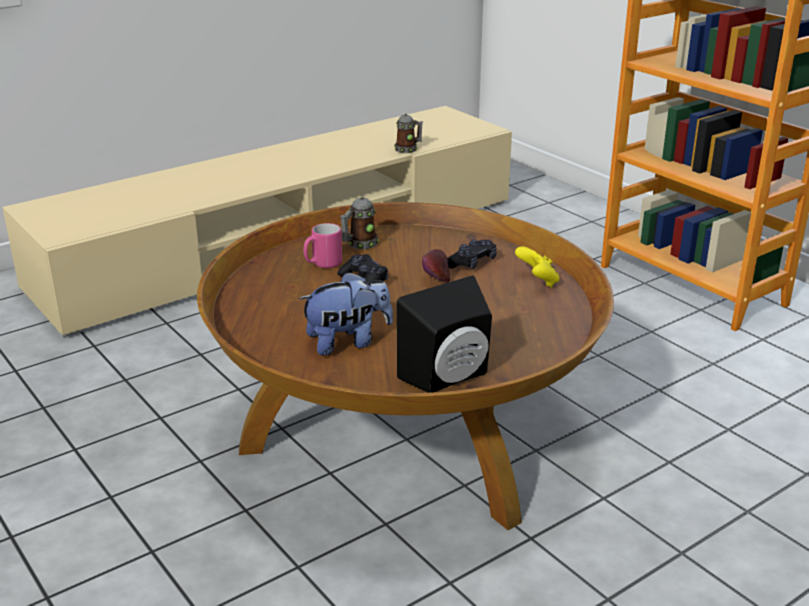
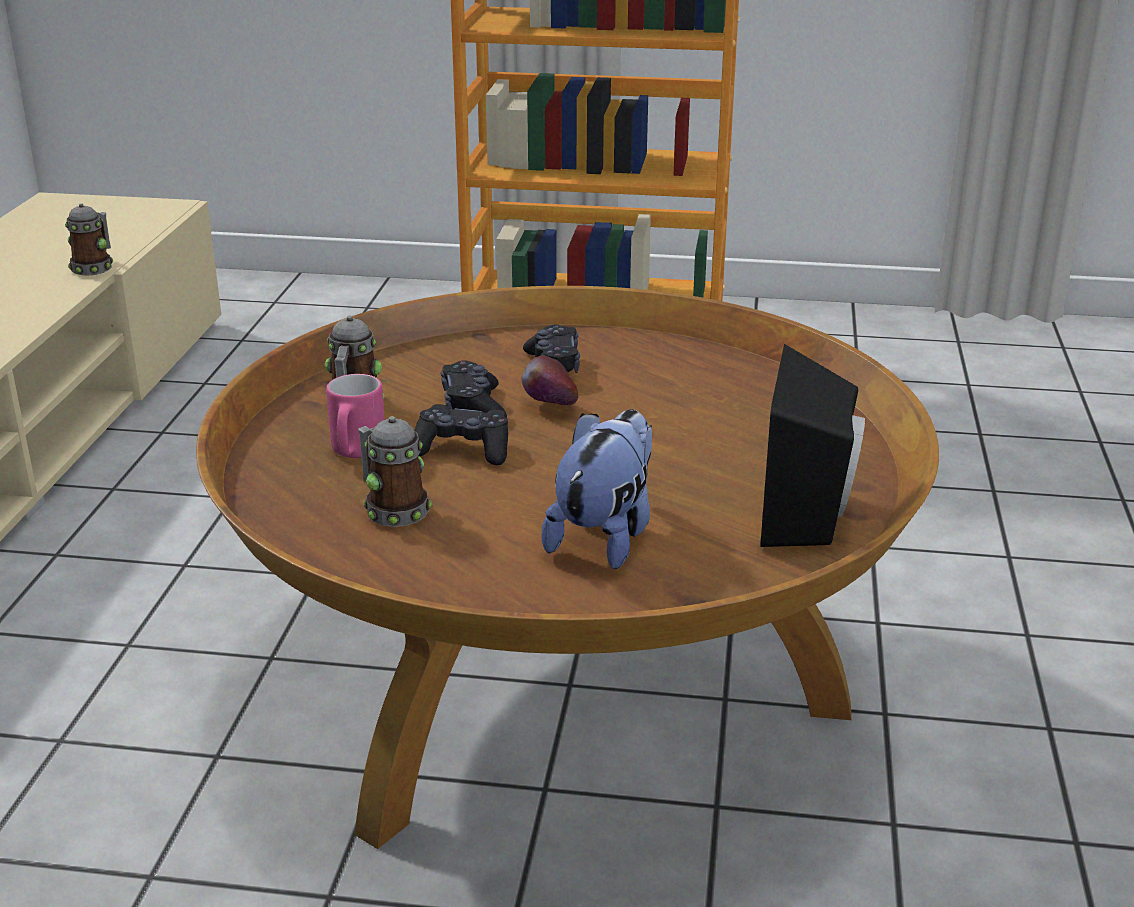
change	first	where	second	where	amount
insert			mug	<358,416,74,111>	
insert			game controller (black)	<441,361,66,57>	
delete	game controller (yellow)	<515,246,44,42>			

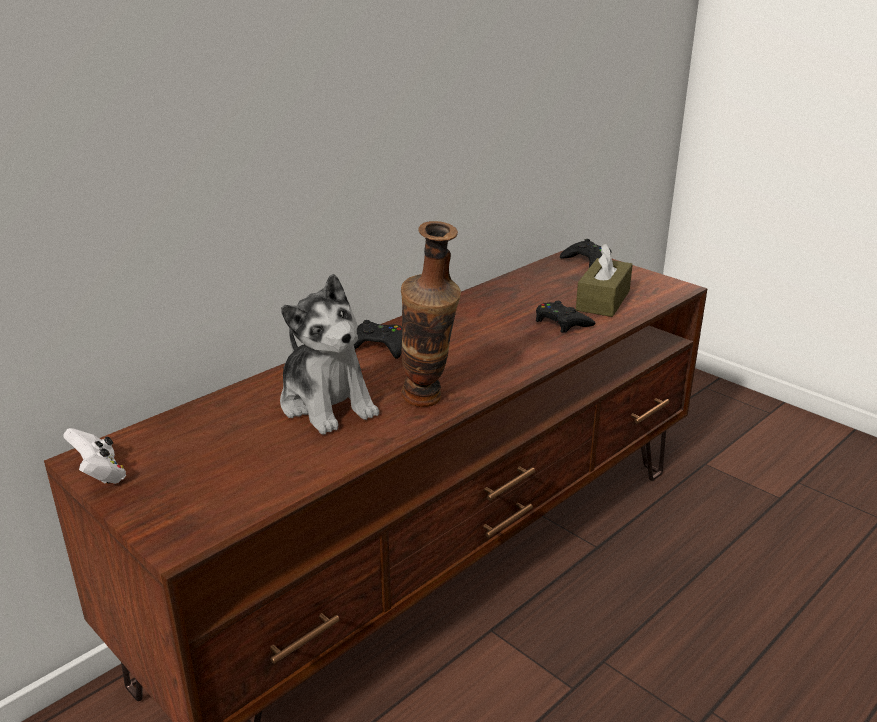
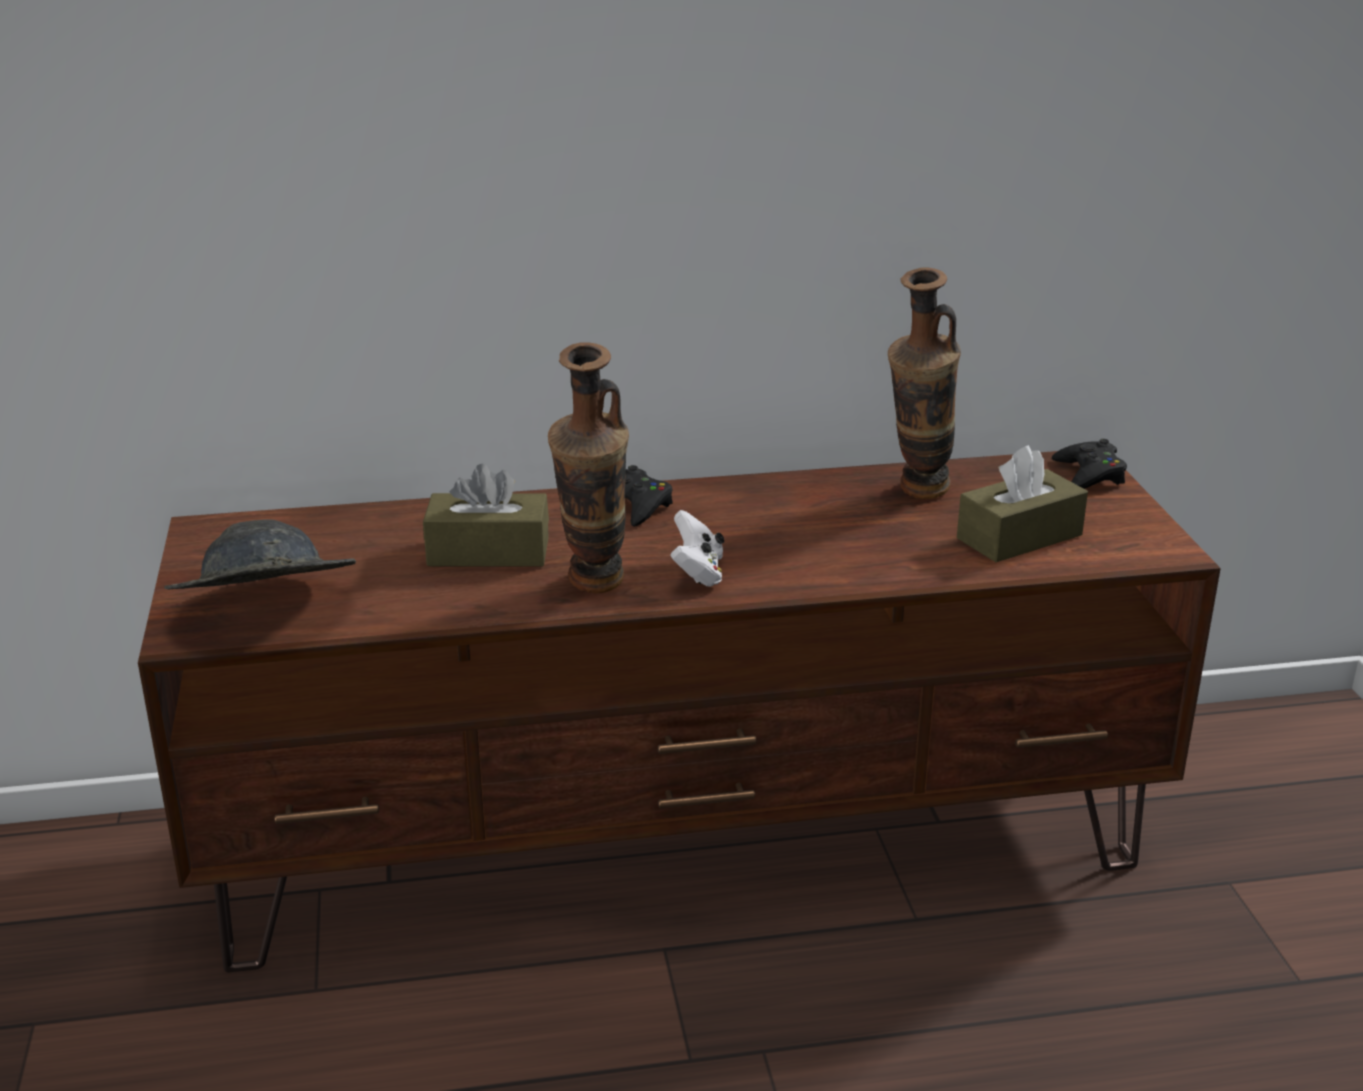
change	first	where	second	where	amount
insert			hat (grey)	<164,519,192,71>	
replace	plush toy	<280,274,99,161>	tissue box (brown)	<423,463,126,104>	
move	game controller (white)	<63,428,63,56>		<670,510,54,76>	
insert			vase	<888,268,73,231>	
delete	game controller (black)	<536,301,59,32>			

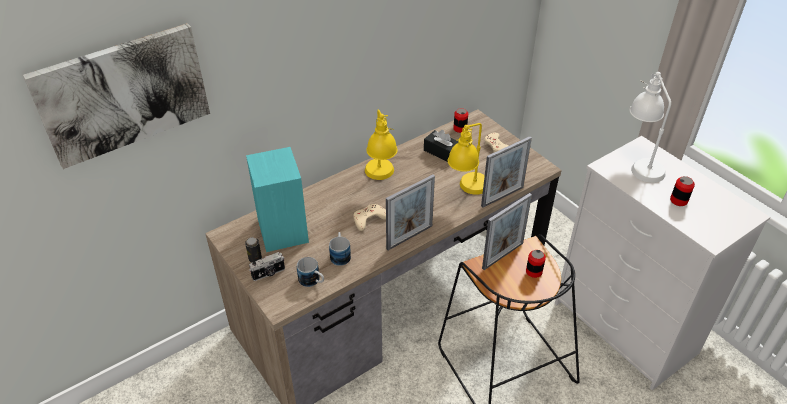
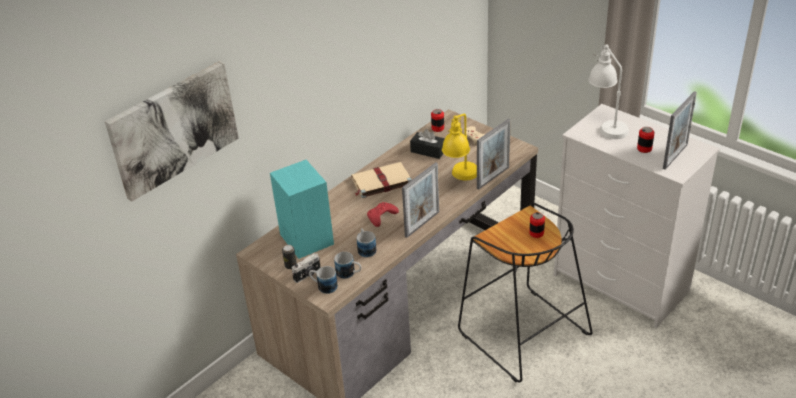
change	first	where	second	where	amount
insert			mug	<309,266,29,28>	
replace	table lamp (yellow)	<365,109,33,71>	book (beige)	<351,162,61,36>	
recolor	game controller (beige)	<354,204,32,27>	game controller (red)	<367,202,32,25>	
move	picture frame	<482,193,50,77>		<663,91,34,79>	

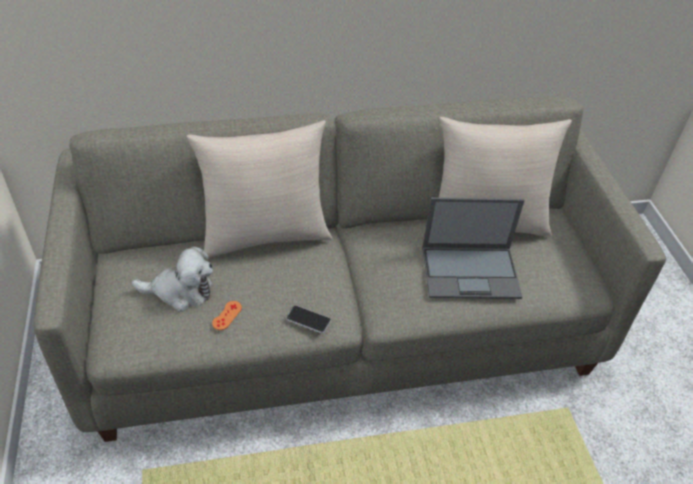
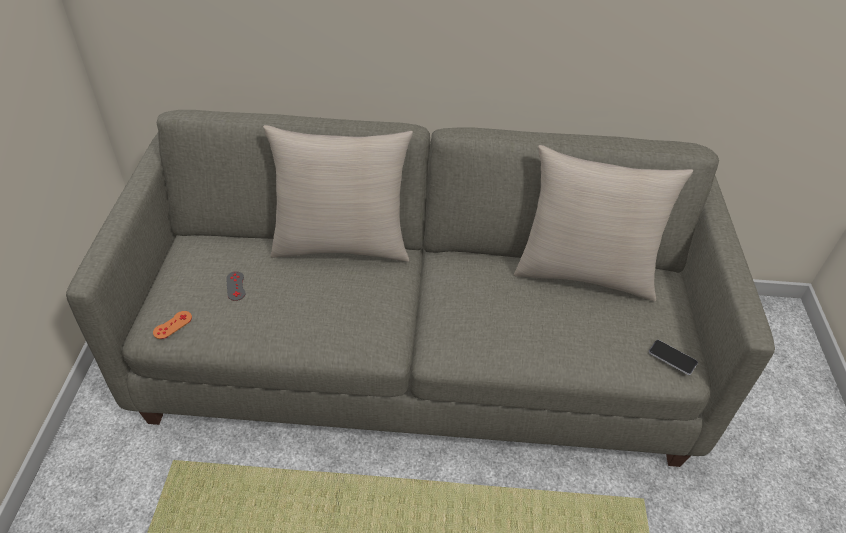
change	first	where	second	where	amount
move	game controller (orange)	<212,301,30,29>		<153,311,39,28>	
replace	plush toy	<132,246,81,66>	game controller (grey)	<226,271,20,30>	
move	phone	<286,305,45,28>		<648,340,50,35>	
delete	laptop	<422,197,103,102>			

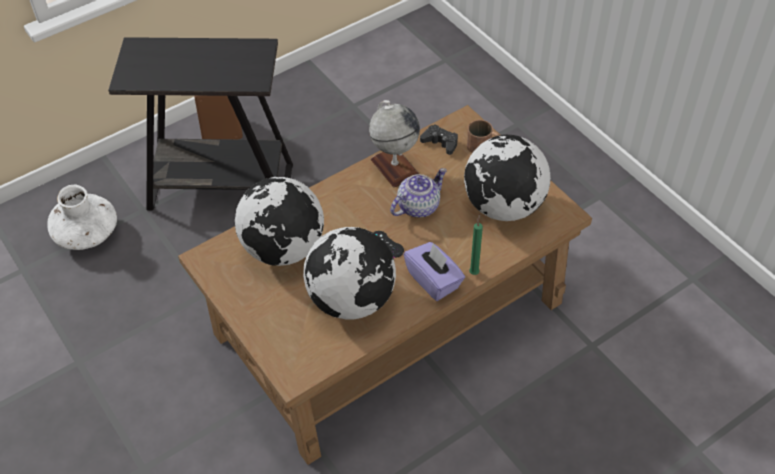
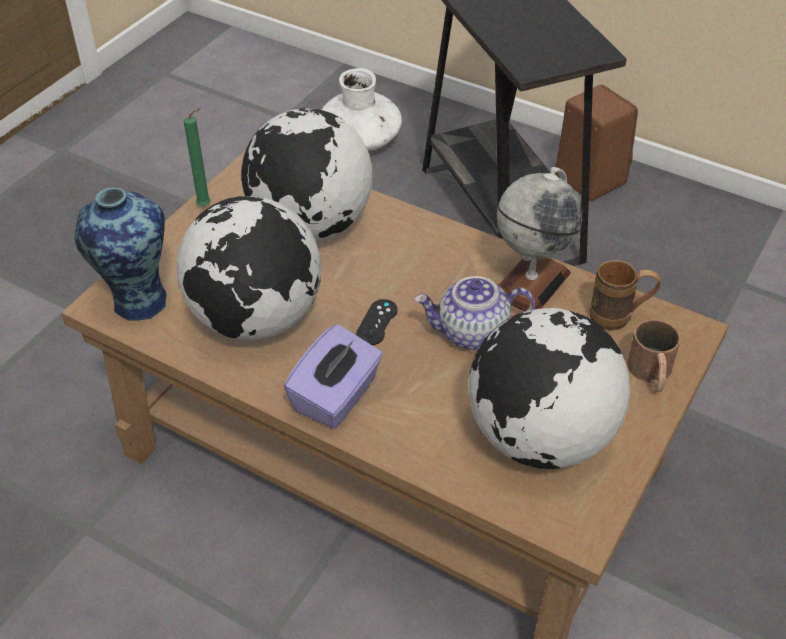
change	first	where	second	where	amount
insert			vase	<74,187,95,134>	
move	candle (green)	<469,214,14,61>		<184,107,27,99>	
rotate	teapot	<390,168,57,50>		<415,276,120,74>	150 degrees clockwise
replace	game controller (black)	<420,124,38,31>	mug (brown)	<590,260,71,70>	

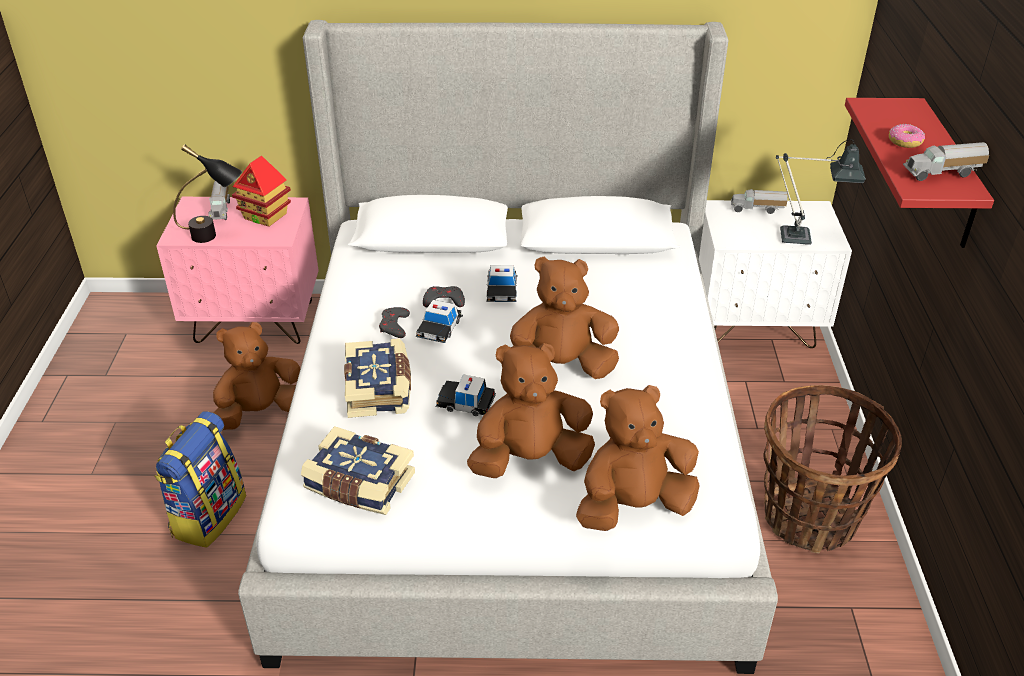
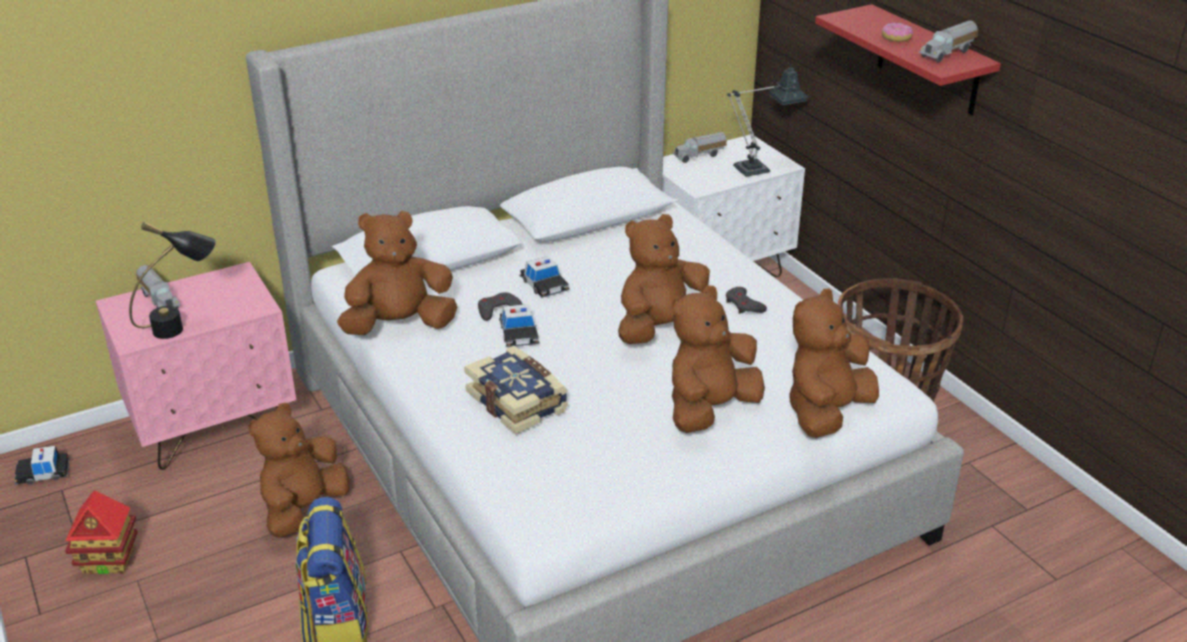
change	first	where	second	where	amount
move	toy car	<436,374,60,42>		<15,446,55,39>	
move	toy house	<232,156,59,71>		<65,490,73,84>	
insert			plush toy (brown)	<337,211,120,124>	
move	game controller (grey)	<379,307,31,31>		<726,287,41,27>	
delete	book	<301,426,114,89>			

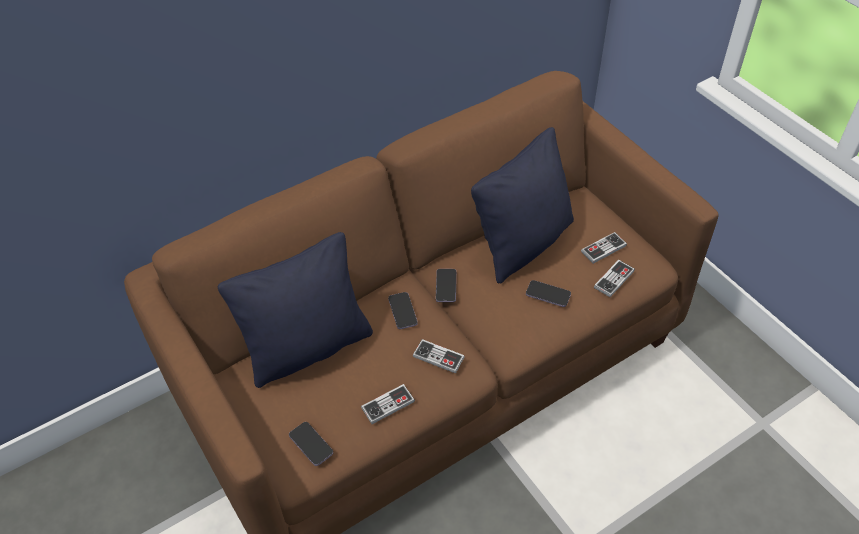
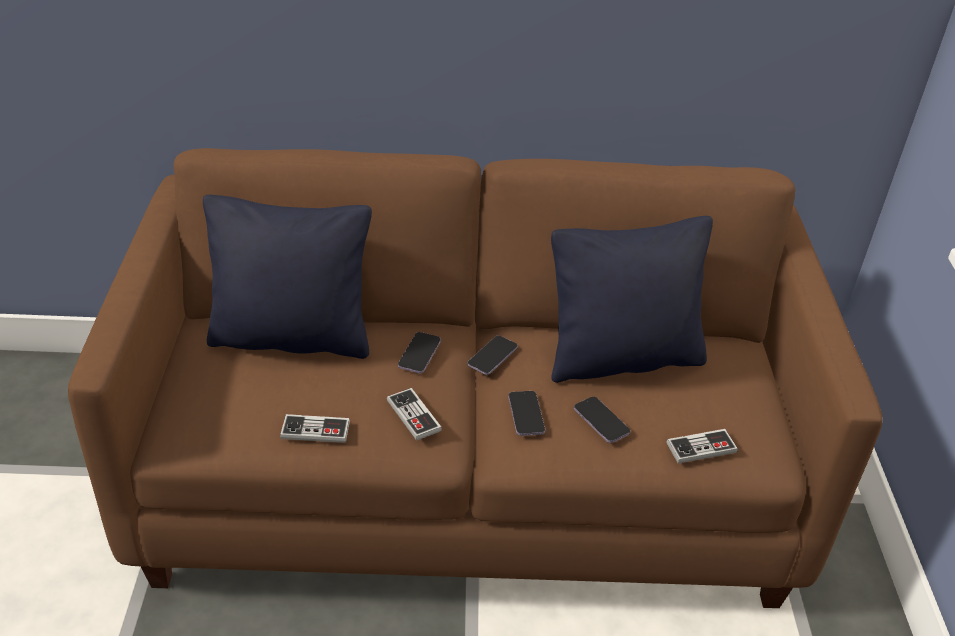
change	first	where	second	where	amount
move	phone	<289,422,44,44>		<508,391,37,45>	
delete	game controller	<581,232,46,32>			

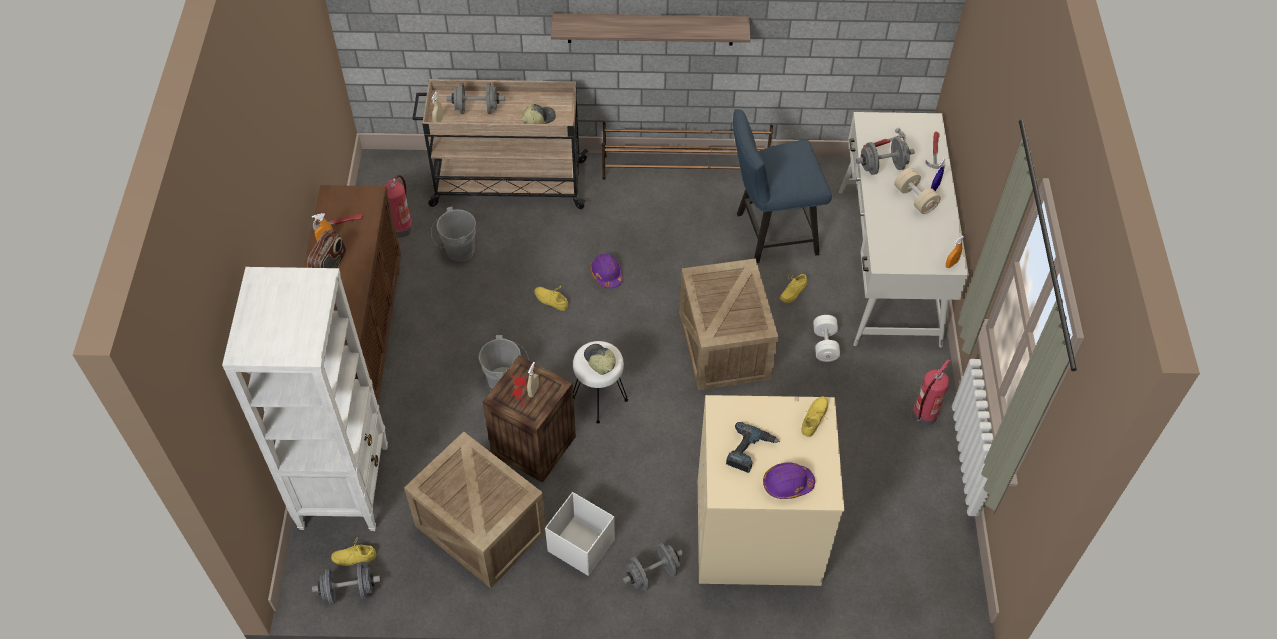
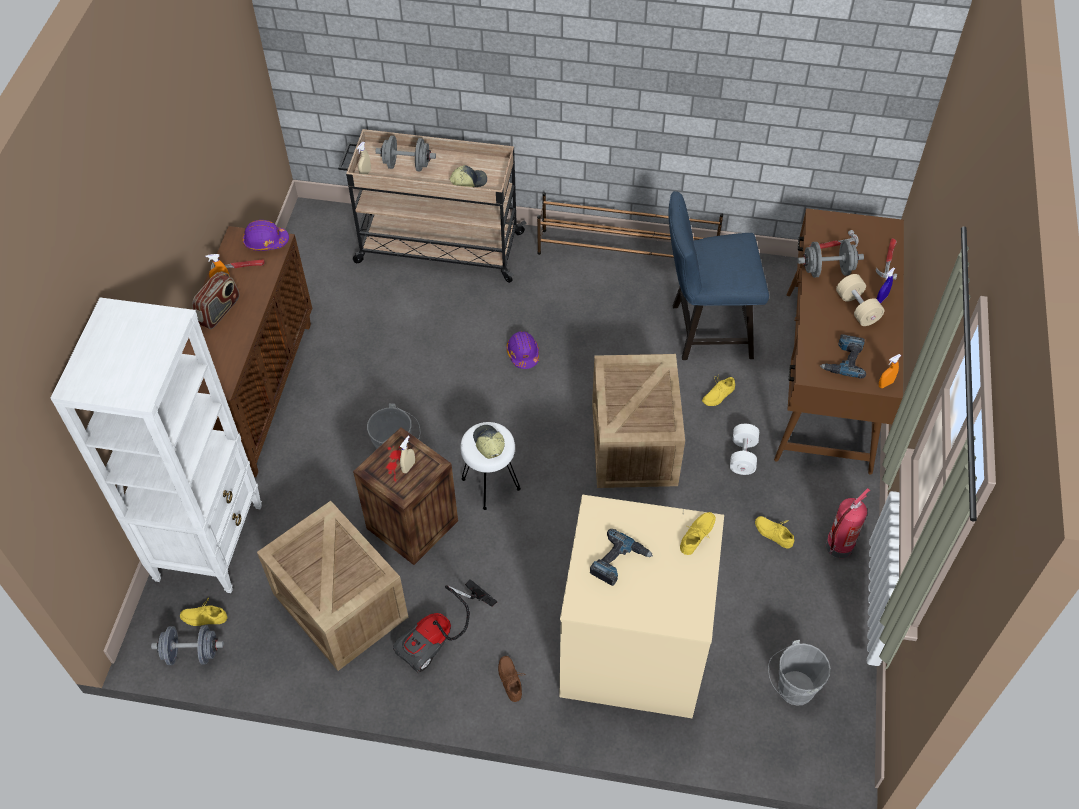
change	first	where	second	where	amount
move	hard hat (purple)	<763,462,52,37>		<242,220,47,31>	
replace	storage box (white)	<545,492,70,84>	vacuum cleaner	<393,579,104,94>	
replace	dumbbell (grey)	<623,543,61,48>	shoe (brown)	<498,656,27,46>	
move	shoe (yellow)	<534,286,34,25>		<755,516,39,32>	
move	bucket (grey)	<431,207,45,55>		<768,640,63,65>	
recolor	desk (white)	<839,112,130,236>	desk (brown)	<774,208,130,267>	
insert			power drill	<820,334,46,45>	
delete	fire extinguisher	<384,175,29,62>			
delete	shelf	<551,13,199,33>			

